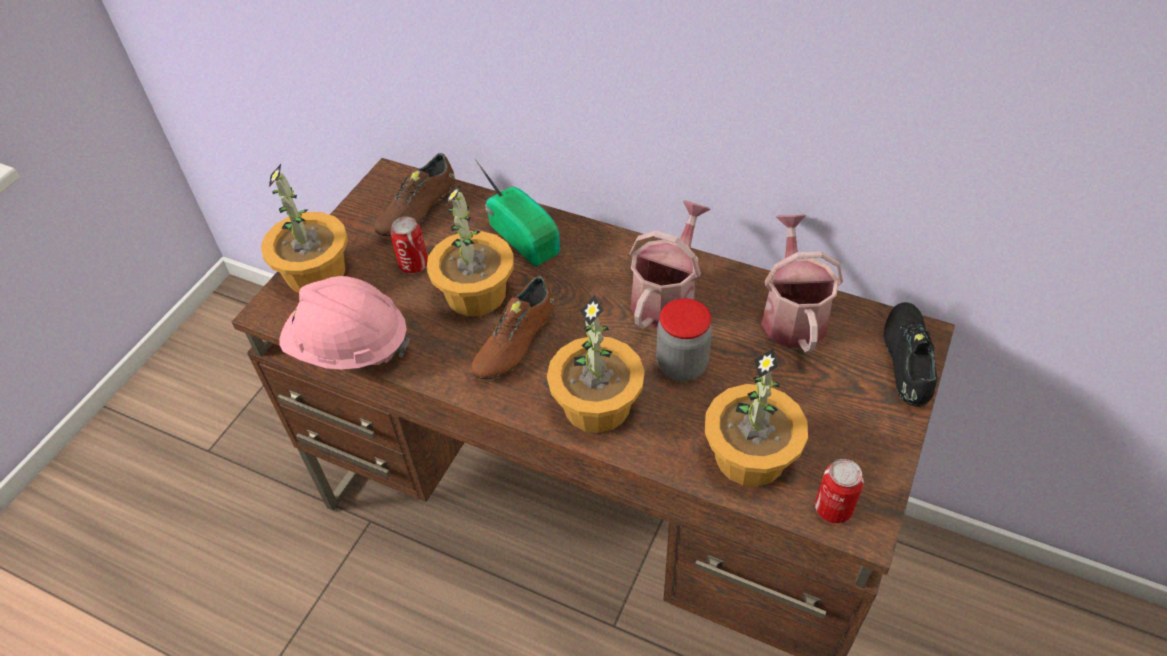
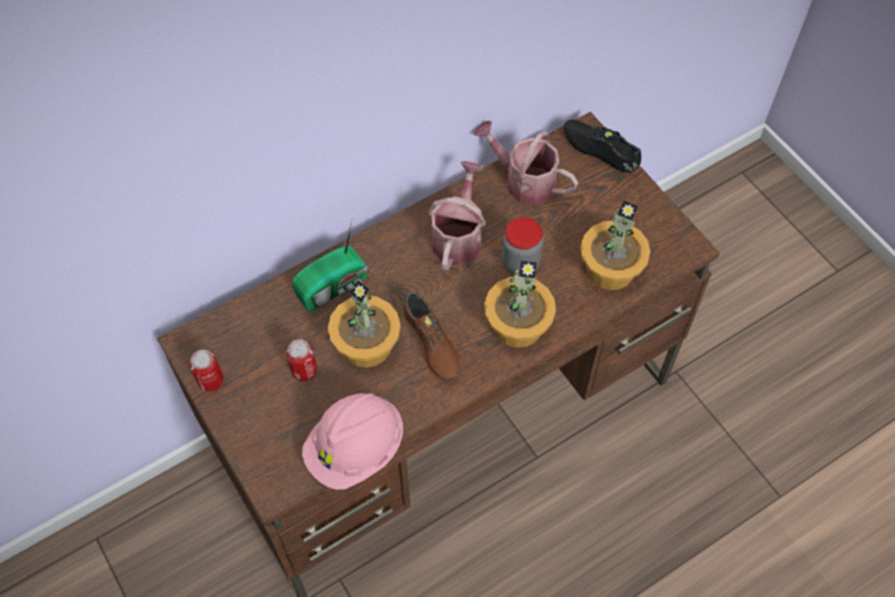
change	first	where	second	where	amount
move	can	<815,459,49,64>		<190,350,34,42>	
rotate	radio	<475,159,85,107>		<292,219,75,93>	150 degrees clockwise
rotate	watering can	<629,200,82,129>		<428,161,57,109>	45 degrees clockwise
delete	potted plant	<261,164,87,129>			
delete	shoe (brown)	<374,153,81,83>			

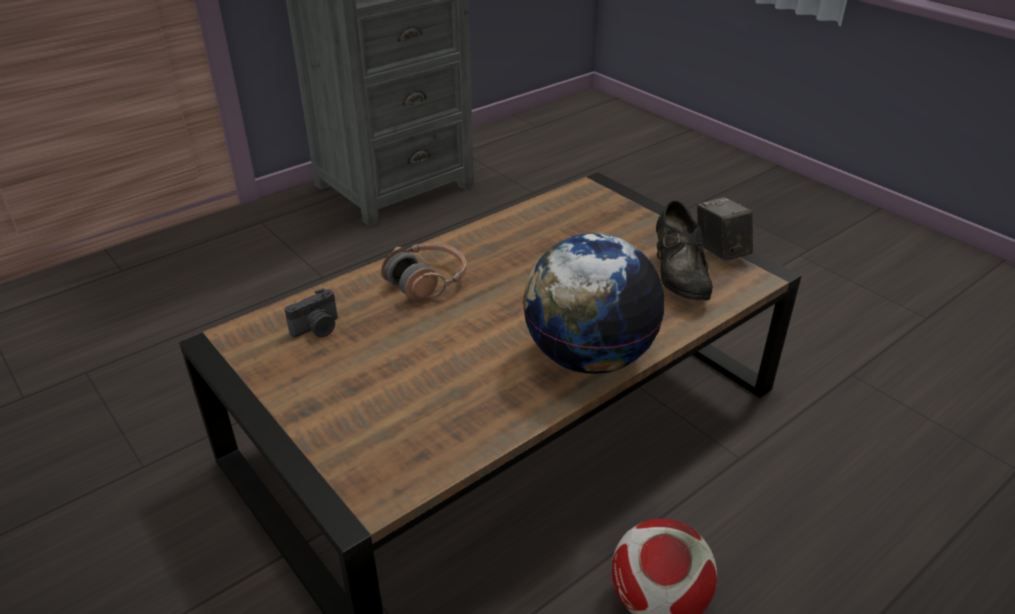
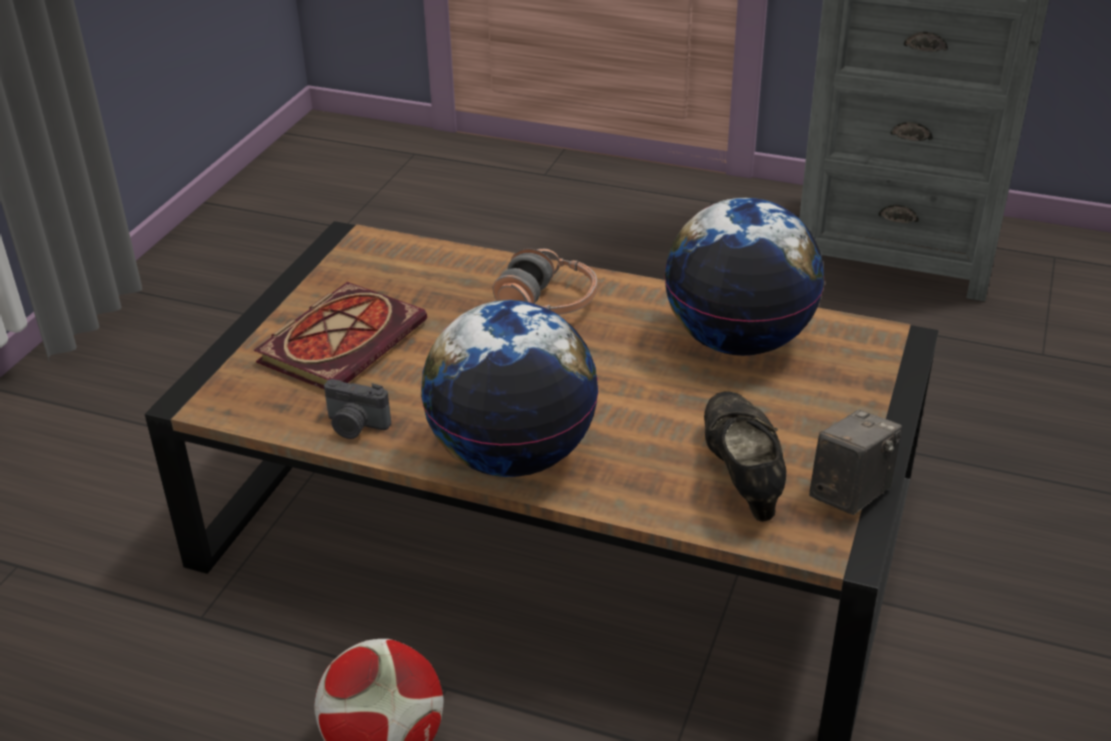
change	first	where	second	where	amount
insert			book	<254,282,173,108>	
move	photo camera	<285,288,53,49>		<324,379,67,60>	
insert			globe	<664,198,160,158>	
rotate	shoe (black)	<656,201,57,100>		<704,391,82,131>	120 degrees clockwise

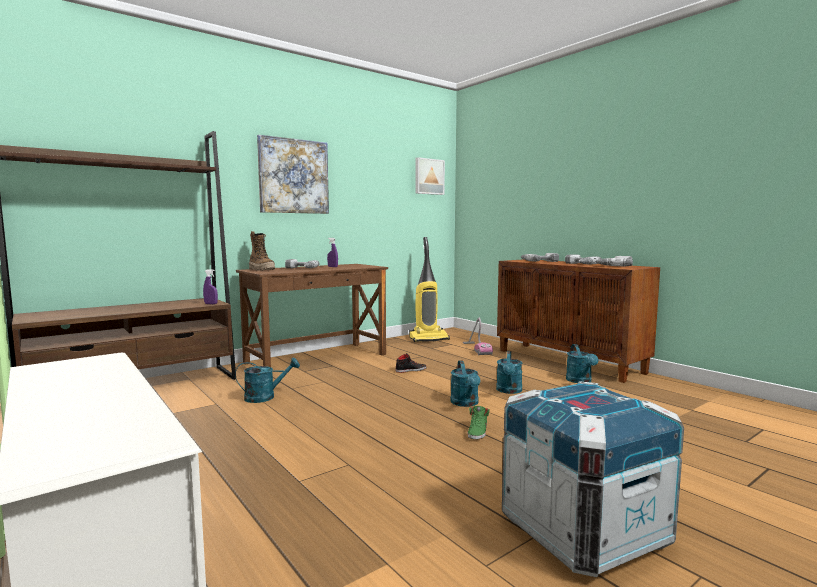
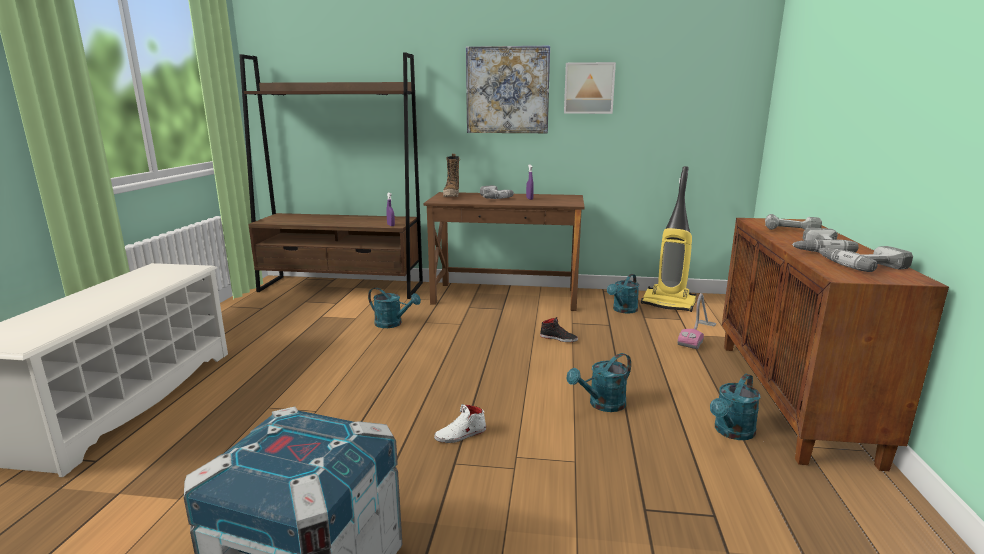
change	first	where	second	where	amount
recolor	shoe (green)	<468,406,22,33>	shoe (white)	<434,404,52,39>	
move	picture	<415,157,30,38>		<564,62,52,52>	
move	watering can (turquoise)	<450,360,30,47>		<607,274,32,40>	

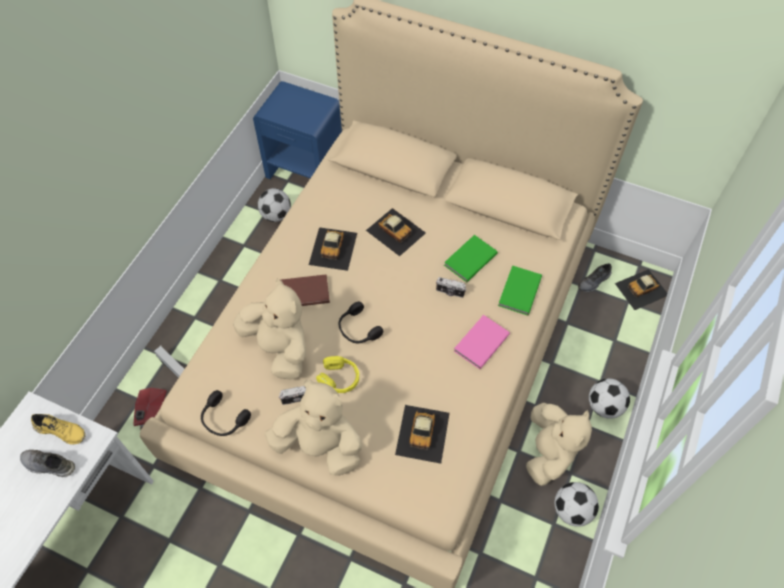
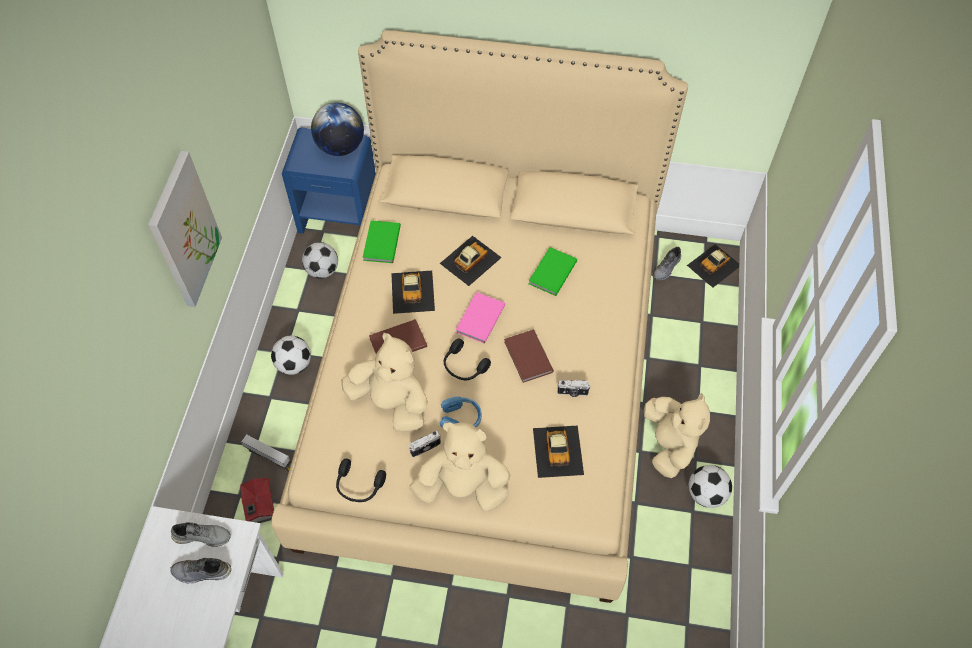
change	first	where	second	where	amount
insert			picture	<148,151,74,156>	
recolor	shoe (yellow)	<31,414,55,30>	shoe (grey)	<171,522,60,25>	
move	football	<589,378,41,41>		<271,336,40,39>	
insert			globe	<311,103,53,53>	
move	book (green)	<498,265,44,50>		<363,220,38,43>	
rotate	toy car	<366,208,60,48>		<440,236,62,50>	75 degrees counterclockwise
recolor	headphones (yellow)	<316,356,43,37>	headphones (blue)	<440,396,42,32>	
move	book (pink)	<454,315,56,54>		<456,292,49,52>	
insert			book (brown)	<504,330,50,53>	
move	photo camera	<436,277,30,21>		<557,379,34,18>	

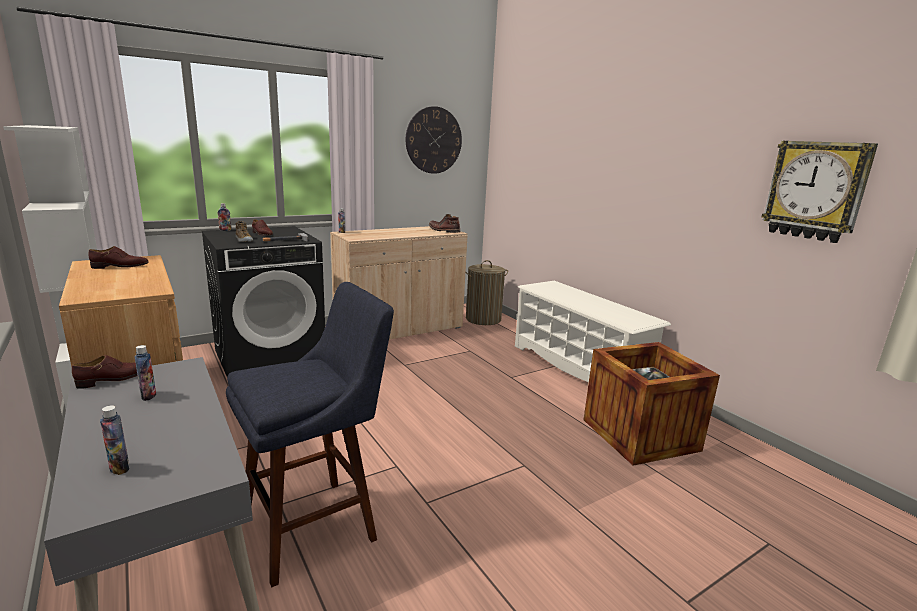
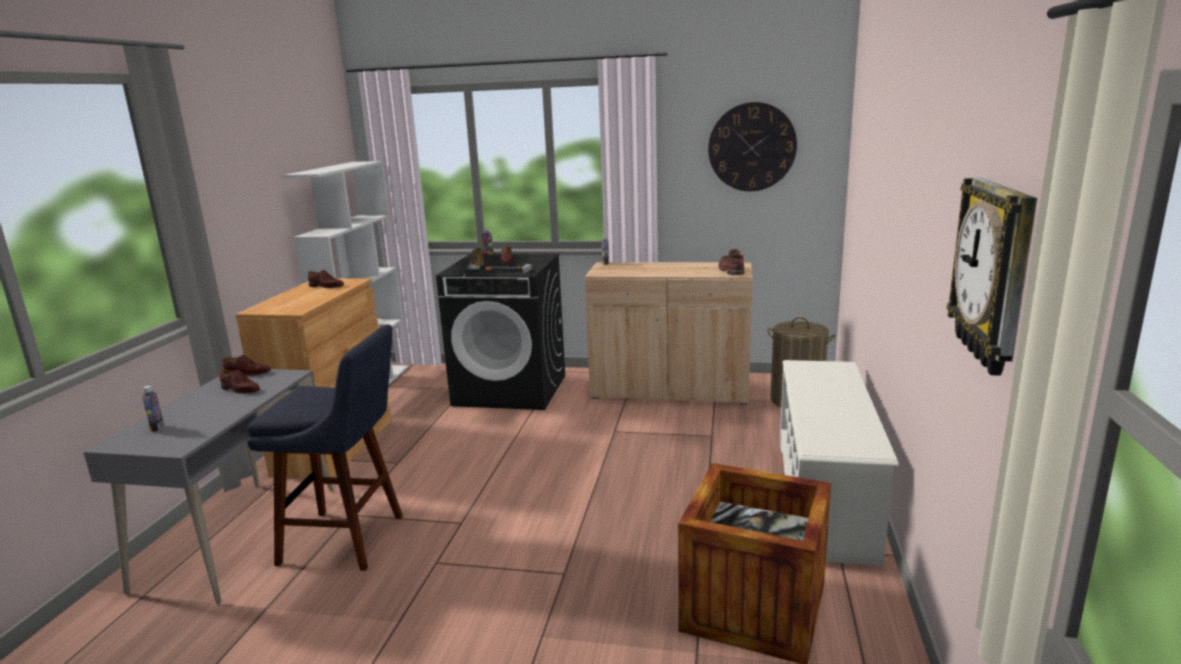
change	first	where	second	where	amount
replace	bottle	<135,345,21,56>	shoe (brown)	<220,369,40,24>	

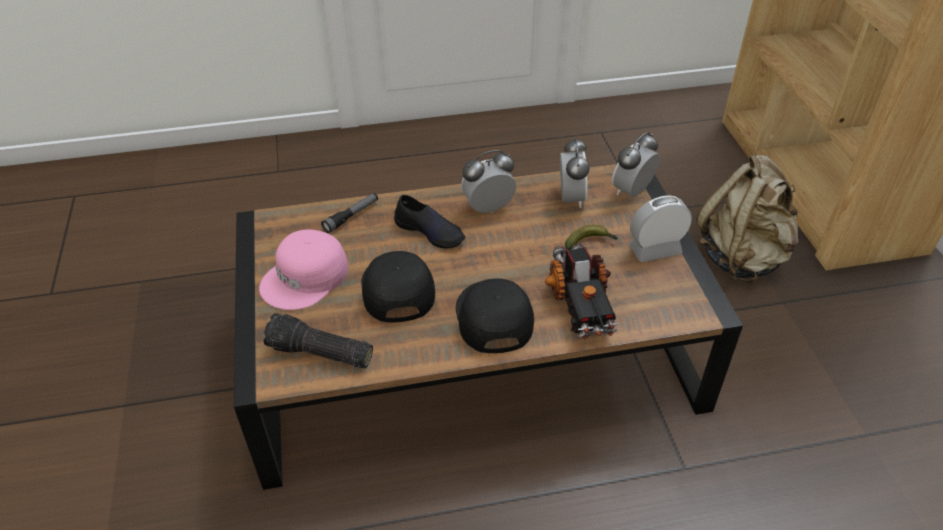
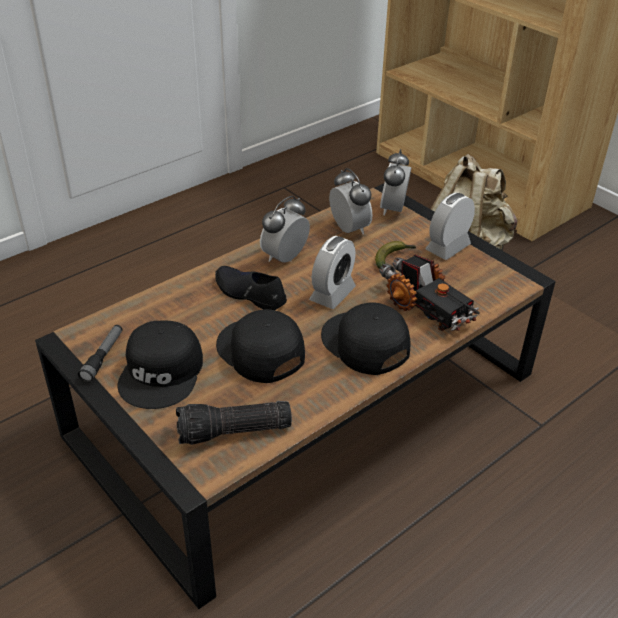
change	first	where	second	where	amount
move	flashlight	<321,193,57,40>		<78,325,44,58>	
recolor	cap (pink)	<259,229,90,81>	cap (black)	<117,320,86,89>	
rotate	shoe (black)	<394,195,71,53>		<215,266,72,44>	150 degrees counterclockwise
insert			alarm clock	<309,236,47,73>	

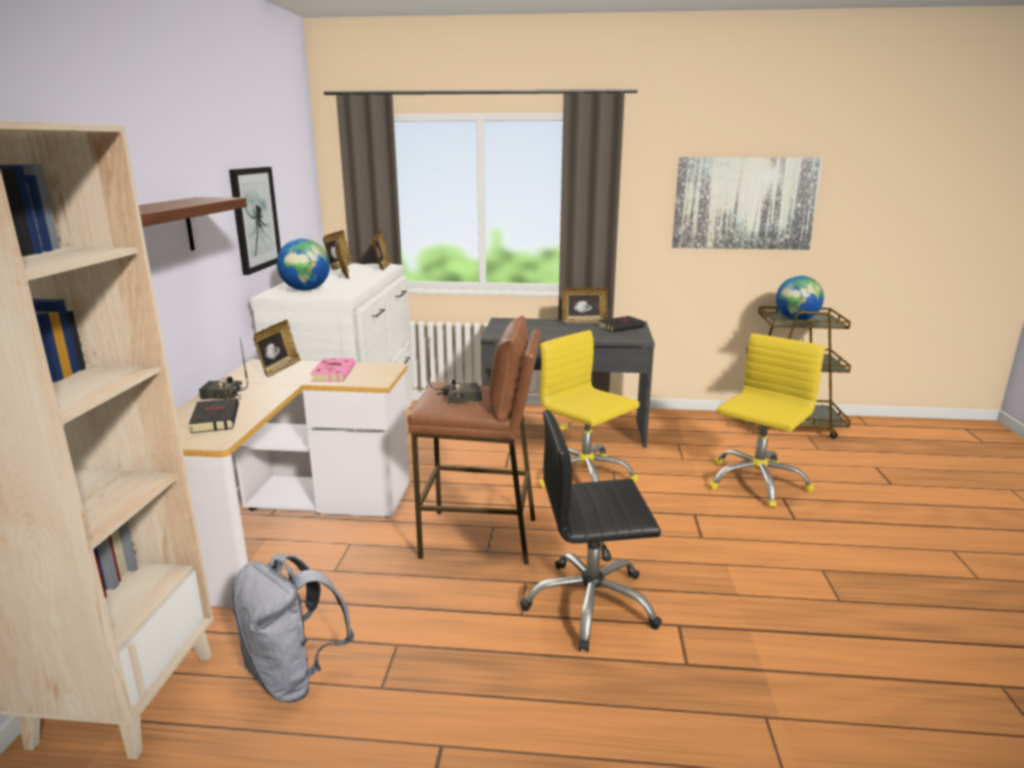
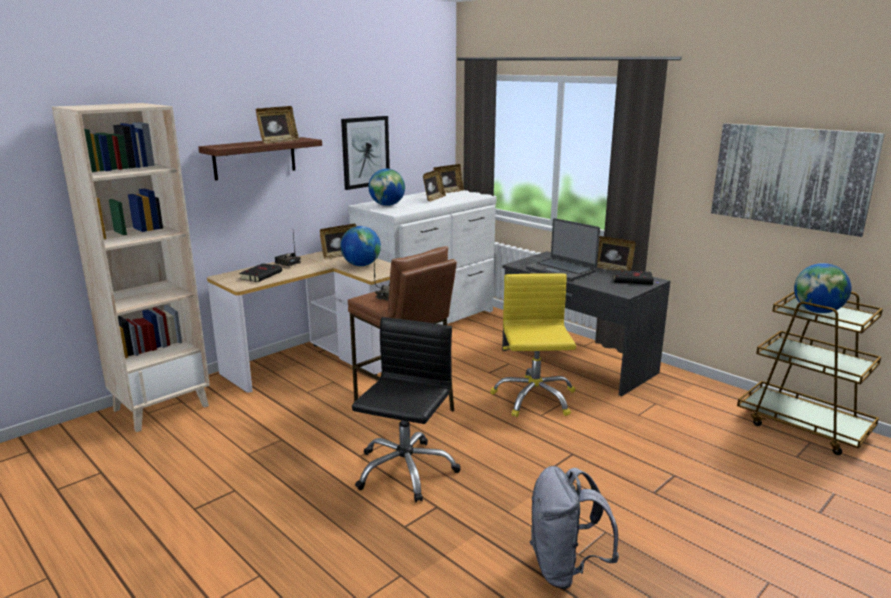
change	first	where	second	where	amount
move	picture frame	<372,230,19,40>		<255,106,44,37>	
replace	book (pink)	<310,358,45,24>	globe	<340,226,41,40>	
rotate	office chair (black)	<520,410,142,242>		<352,317,108,185>	75 degrees clockwise
insert			laptop	<526,218,74,63>	
move	backpack (grey)	<232,554,122,148>		<530,466,89,123>	
delete	office chair (yellow)	<708,333,117,175>			

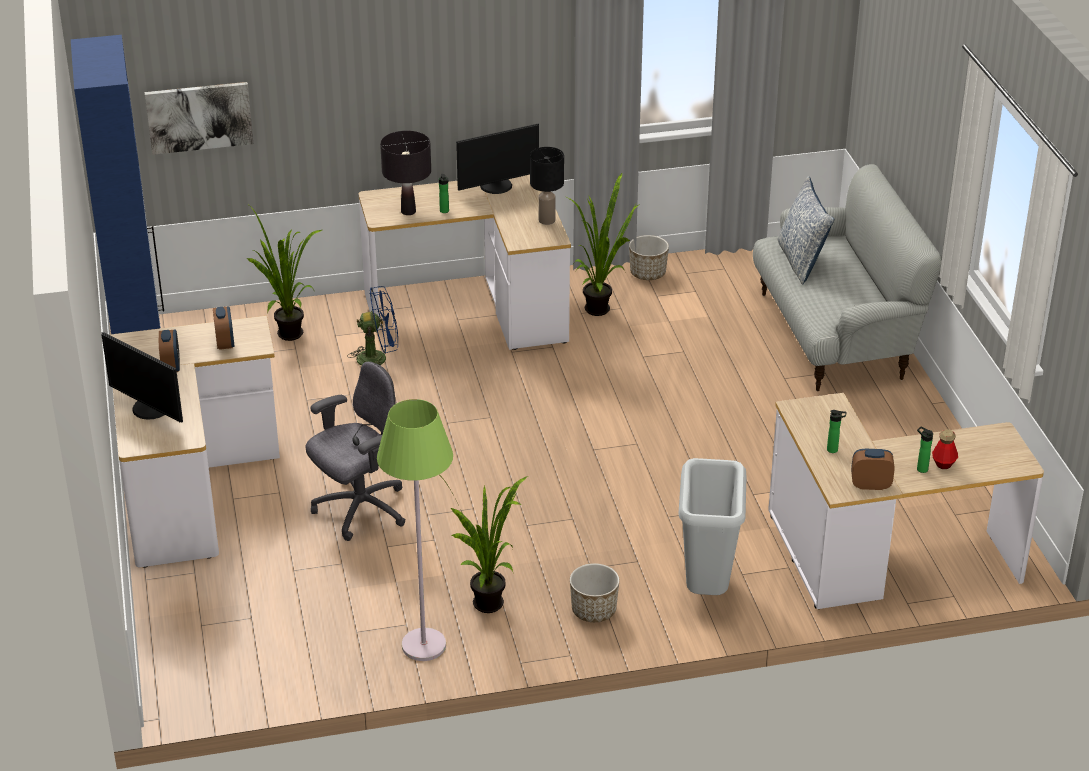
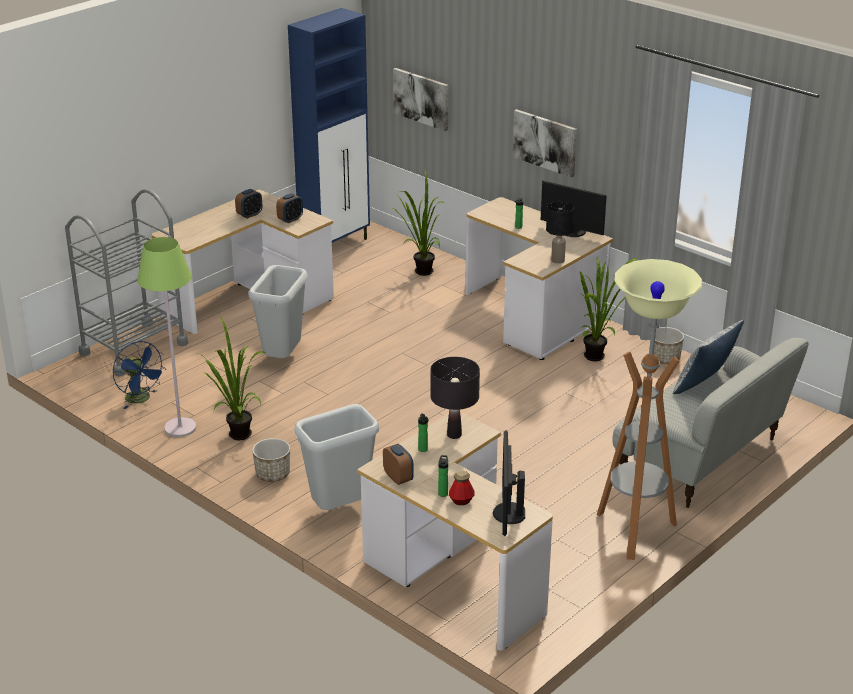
change	first	where	second	where	amount
insert			cart (grey)	<65,189,123,188>	
move	fan (blue)	<347,286,51,80>		<113,341,53,68>	
replace	office chair (grey)	<306,362,100,179>	trash can (grey)	<248,265,60,93>	
move	table lamp (black)	<380,131,51,84>		<430,357,50,82>	
move	monitor	<101,332,82,91>		<493,430,32,106>	
insert			picture	<513,109,64,69>	
insert			floor lamp	<597,259,105,301>	

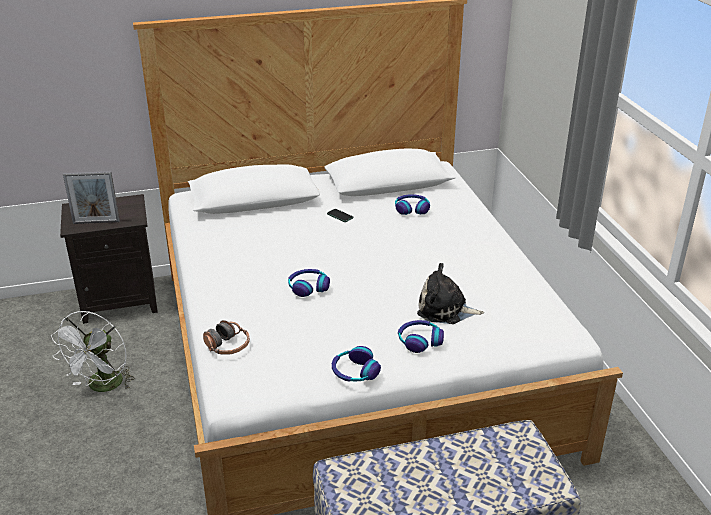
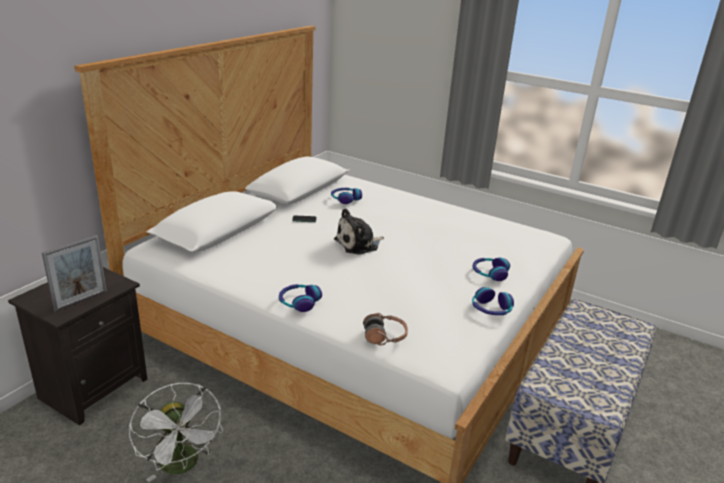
change	first	where	second	where	amount
move	headphones	<288,269,42,28>		<279,284,43,28>	
move	plush toy	<417,263,67,61>		<334,208,50,47>	

